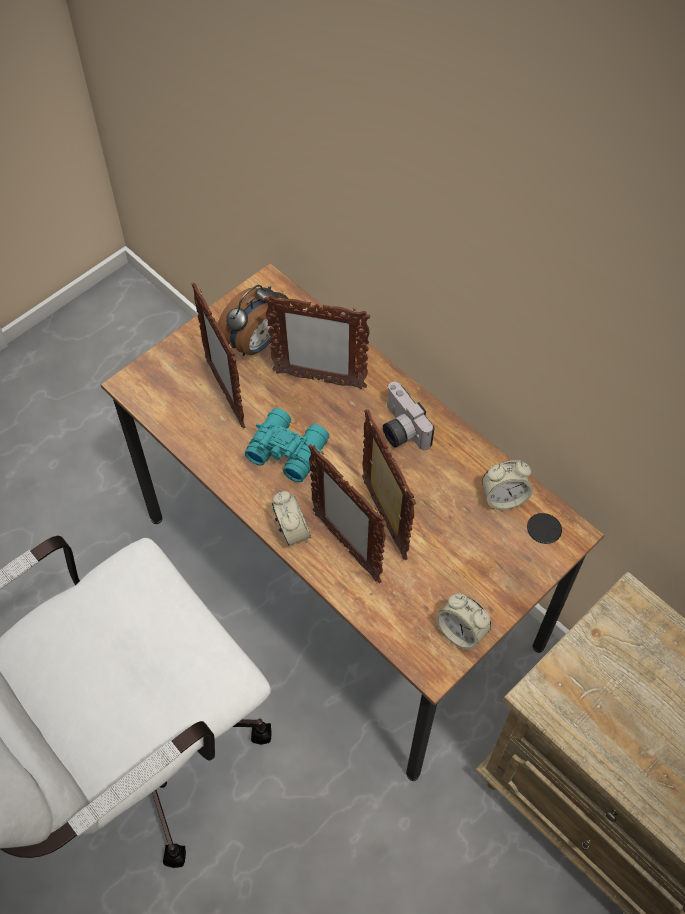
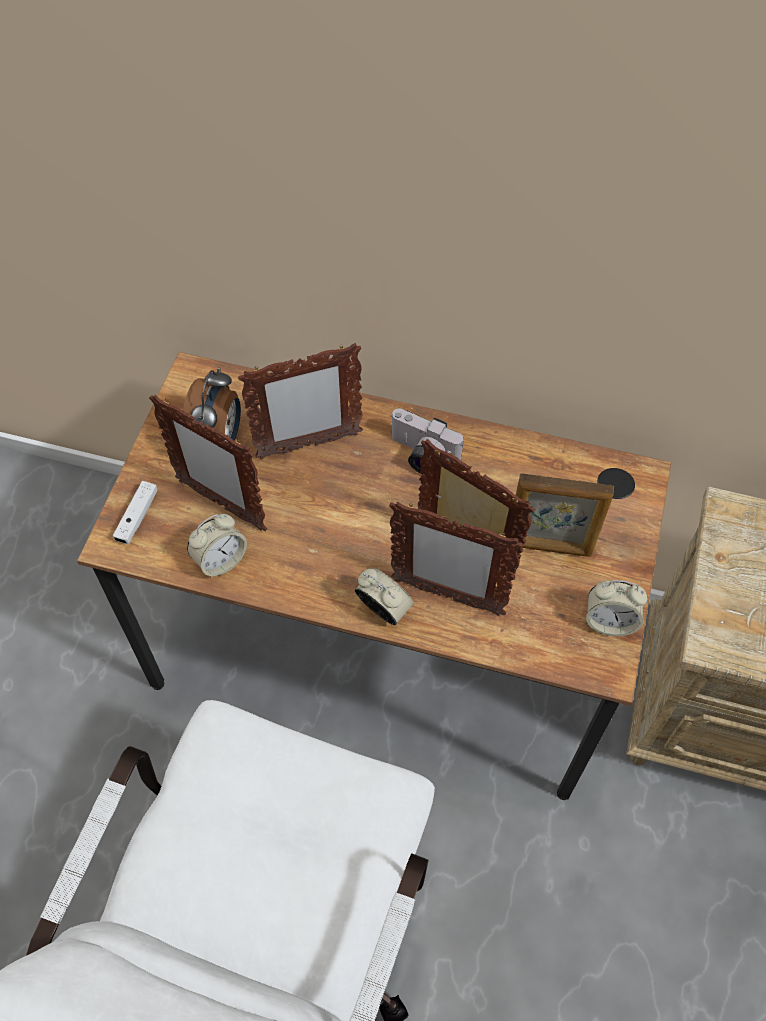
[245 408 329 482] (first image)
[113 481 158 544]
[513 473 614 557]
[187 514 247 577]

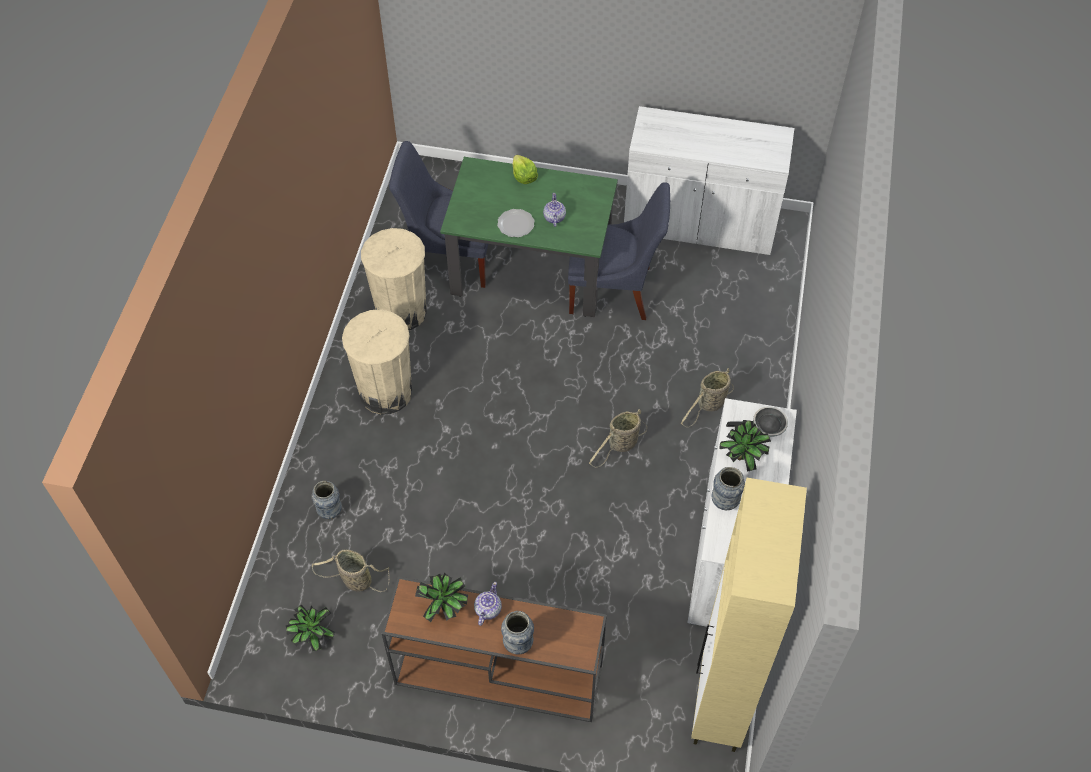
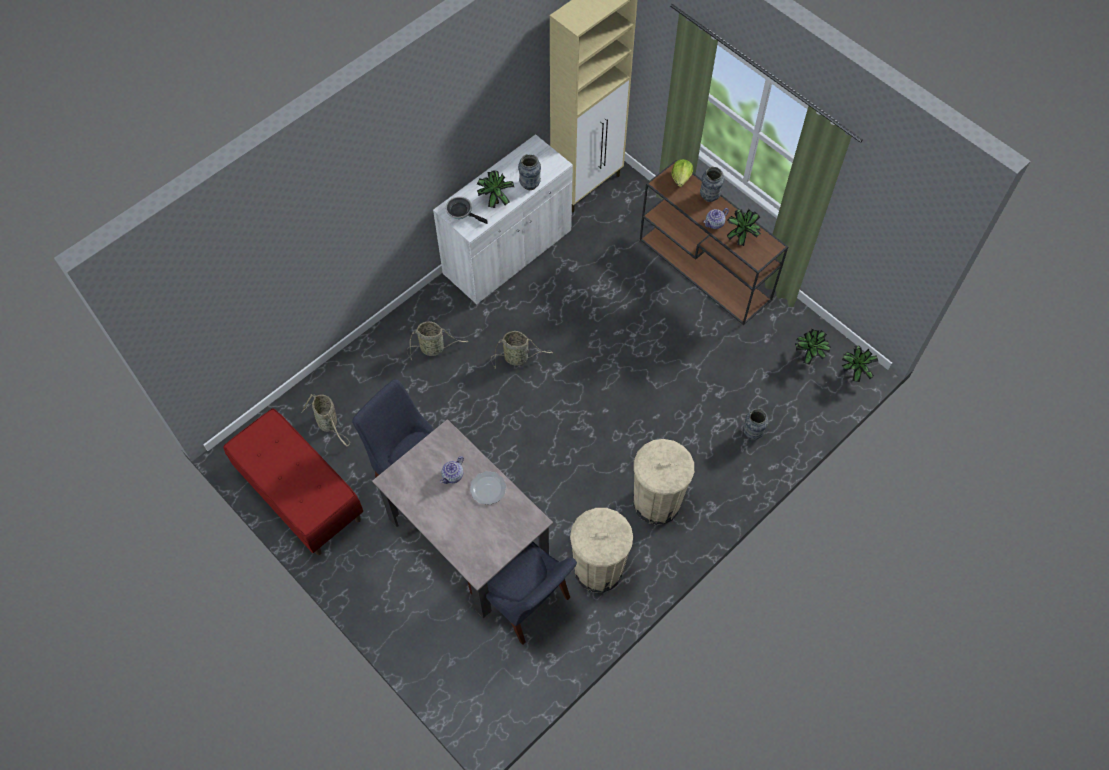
[842 346 879 382]
[301 394 350 446]
[672 159 693 187]
[223 408 363 555]
[372 419 553 618]

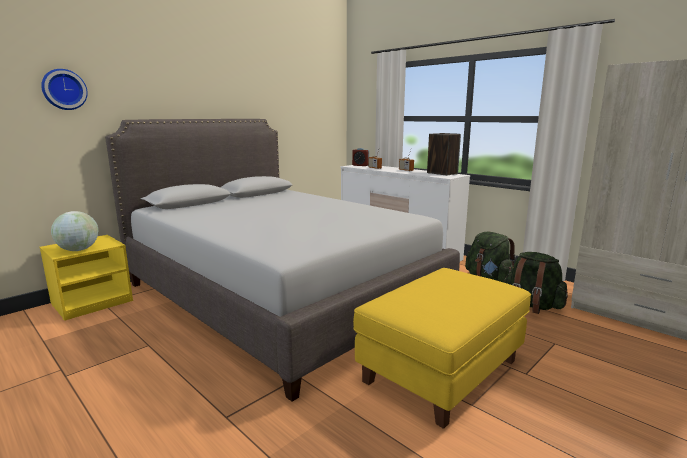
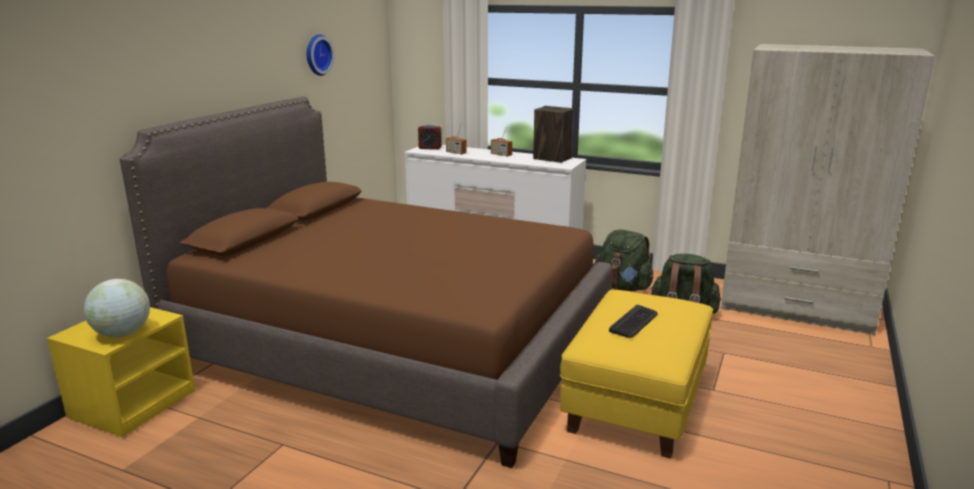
[609 305 658 338]
[307 34 334 76]
[120 96 613 468]

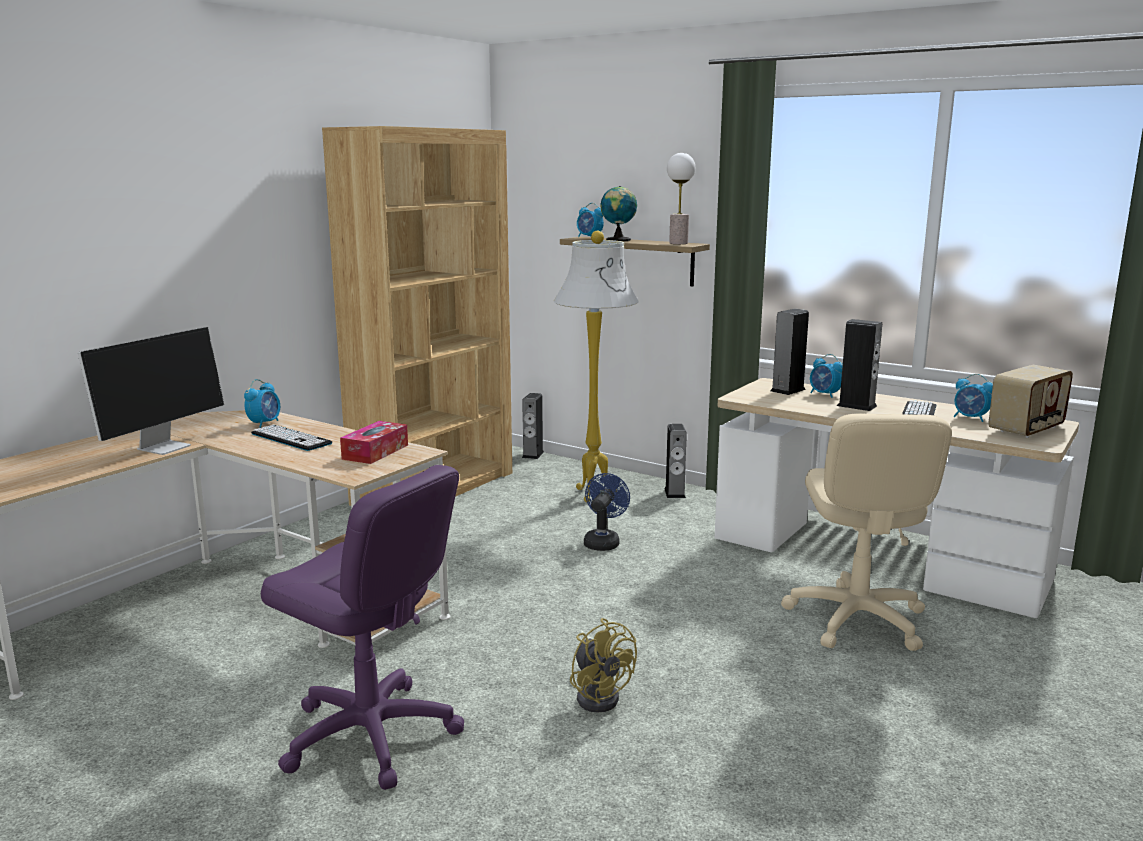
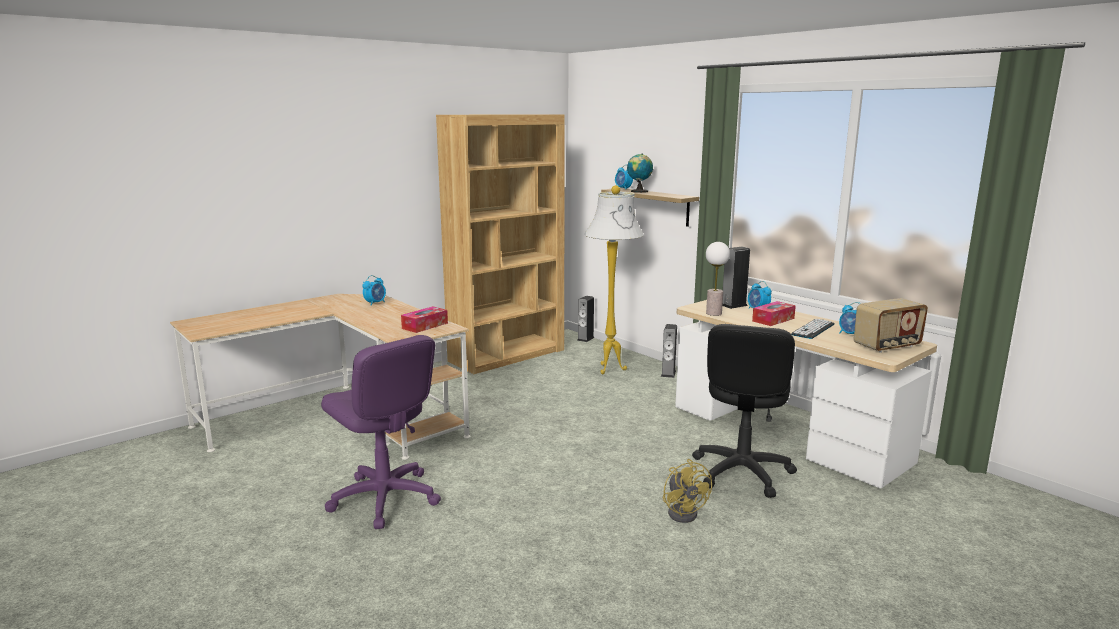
[78 327 224 455] (first image)
[251 425 332 451] (first image)
[584 473 630 551] (first image)
[663 459 712 523]
[706 242 730 316]
[752 301 796 326]
[692 324 797 498]

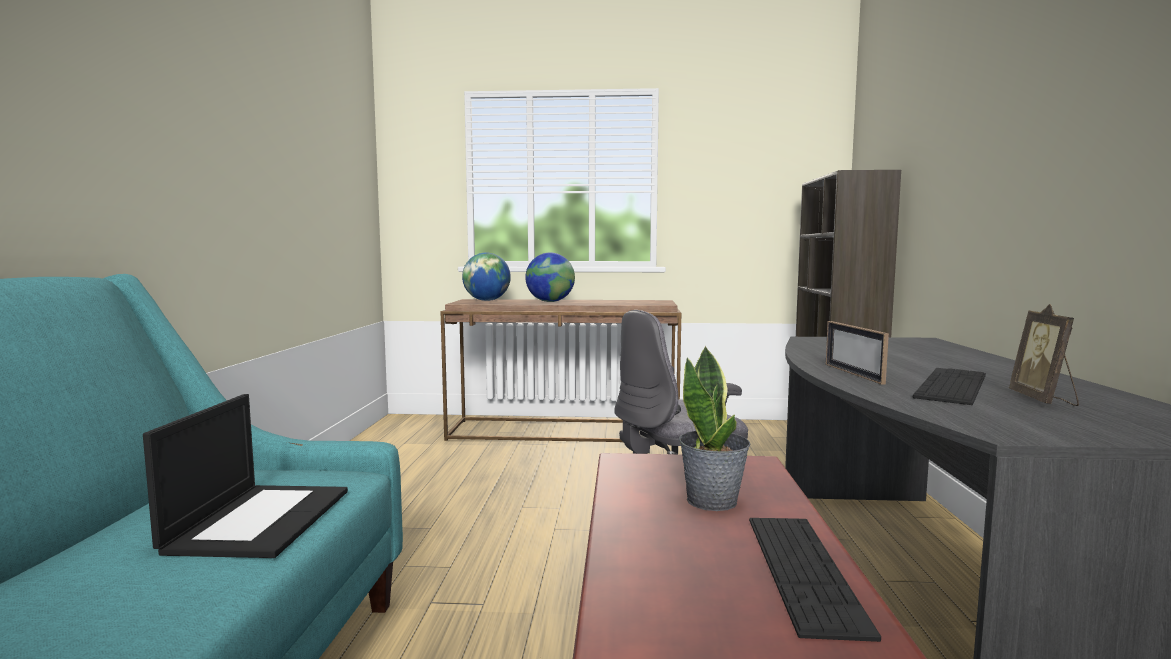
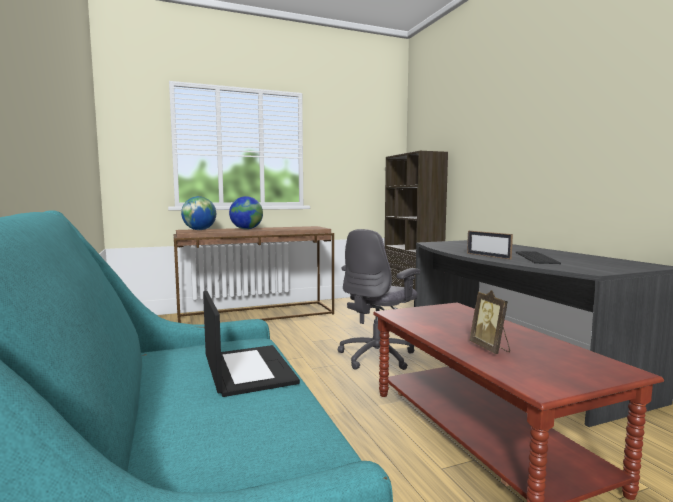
[679 346 751 511] (first image)
[749 518 881 642] (first image)
[470 290 510 354]

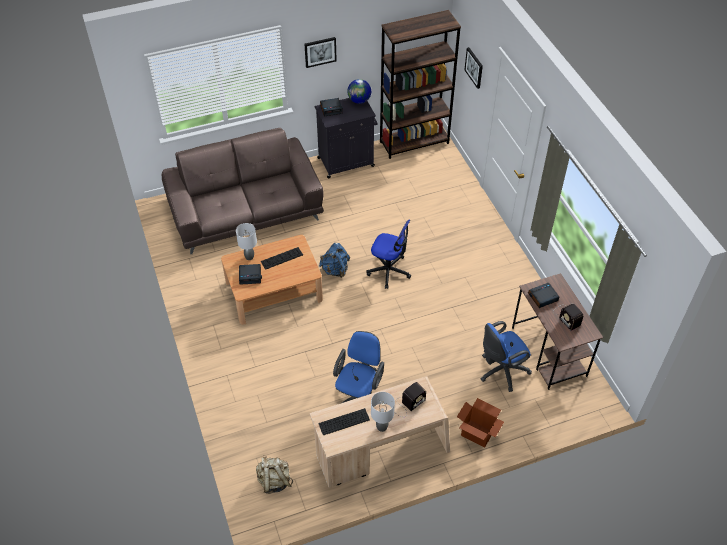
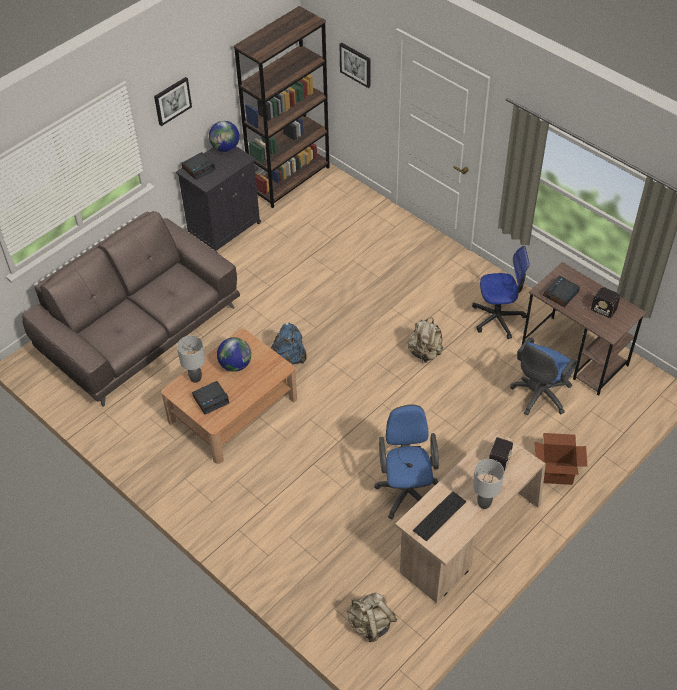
[408 318 443 363]
[472 246 530 339]
[217 337 251 372]

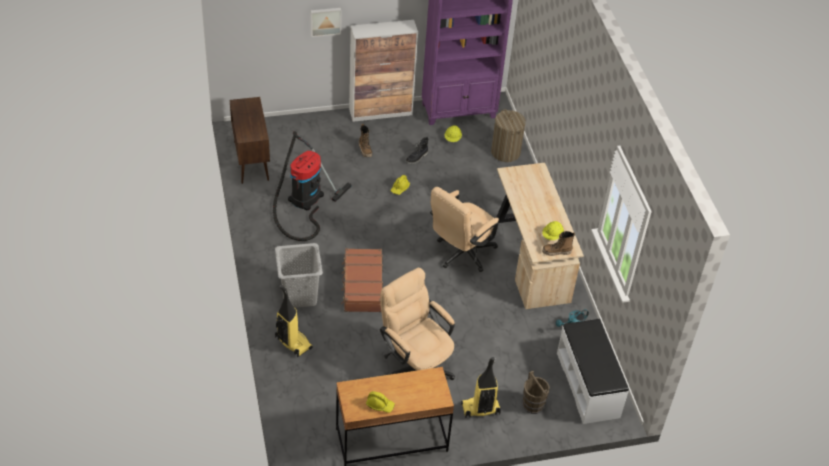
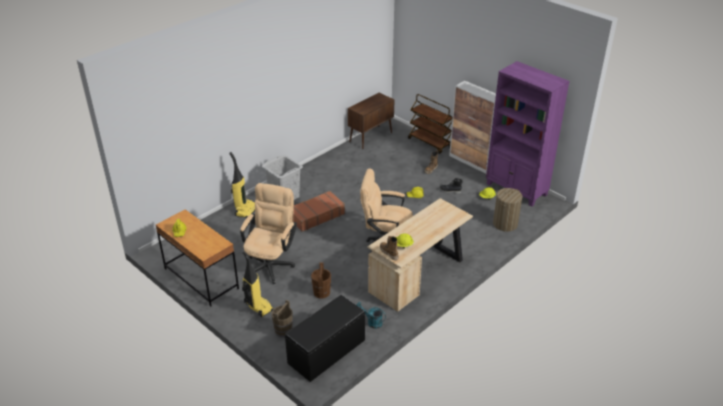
[273 131 352 241] (first image)
[310 8 342 37] (first image)
[311 263 331 299]
[408 94 453 154]
[285 295 365 382]

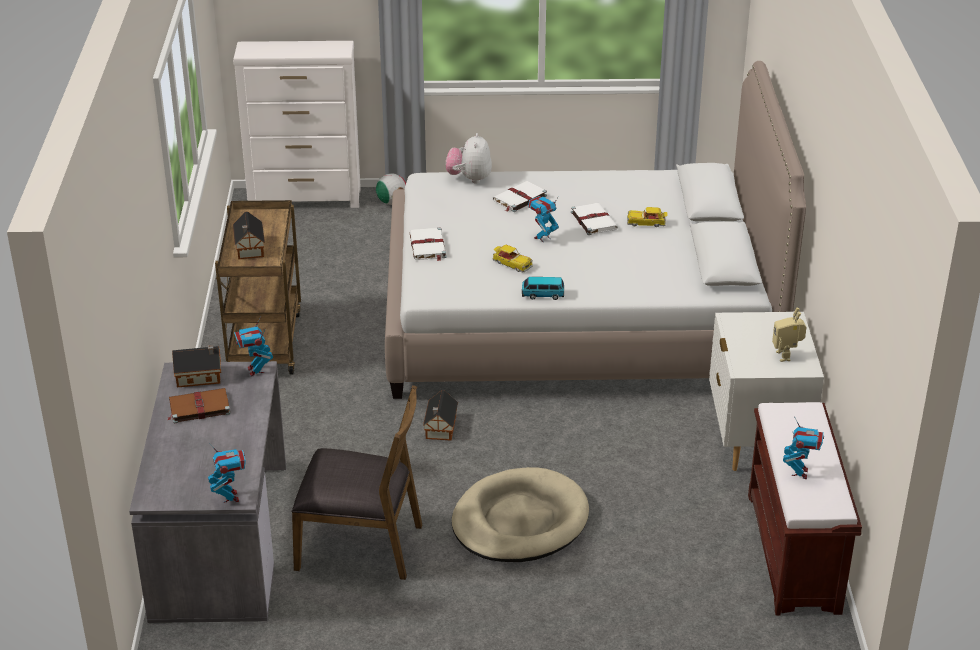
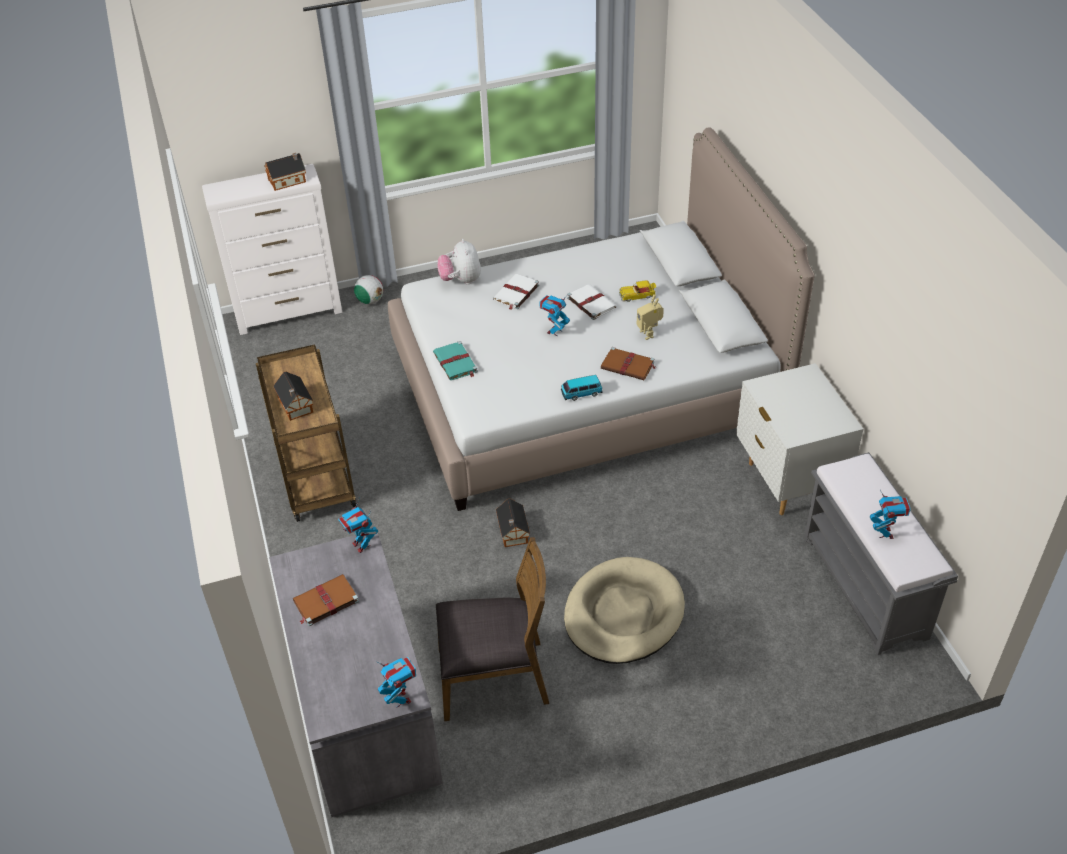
[493 245 533 273] (first image)
[601 347 655 380]
[264 153 306 191]
[637 294 664 340]
[433 341 478 380]
[804 452 958 655]

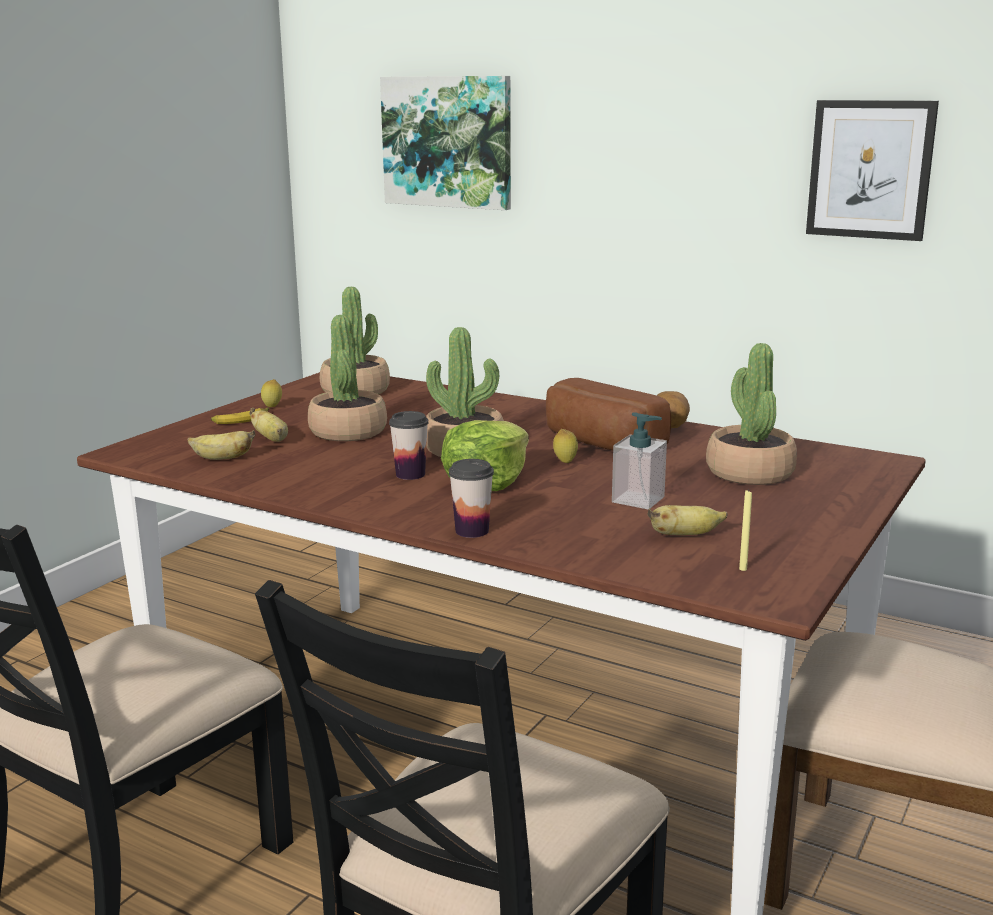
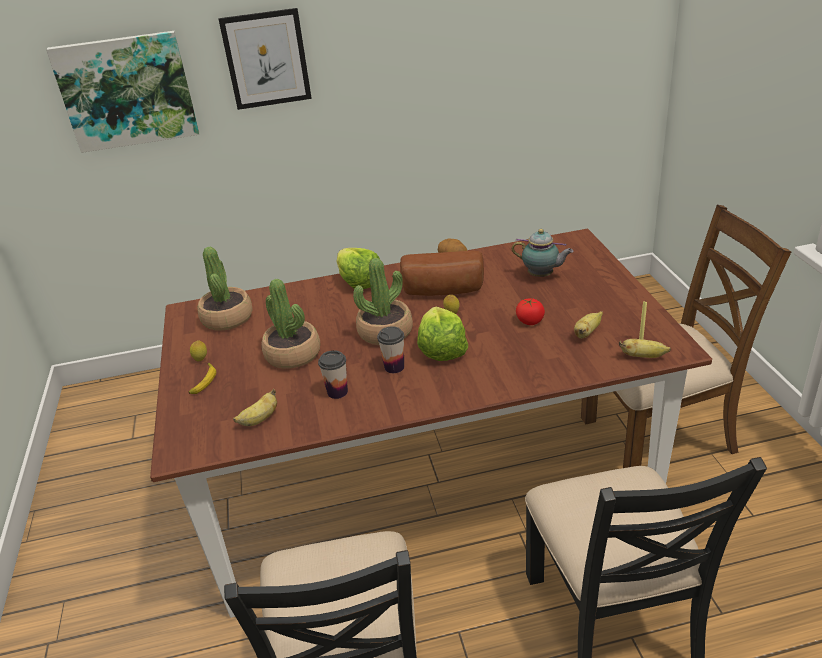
[337 248 380 289]
[619 339 671 358]
[318 350 348 399]
[218 8 312 110]
[516 298 545 325]
[512 229 573 277]

